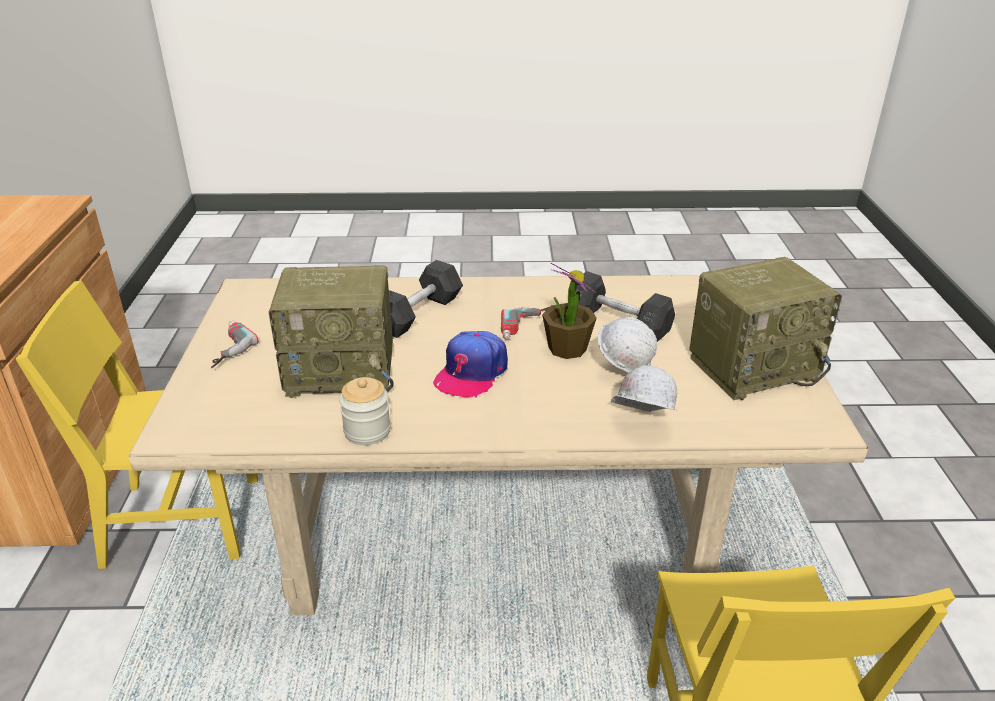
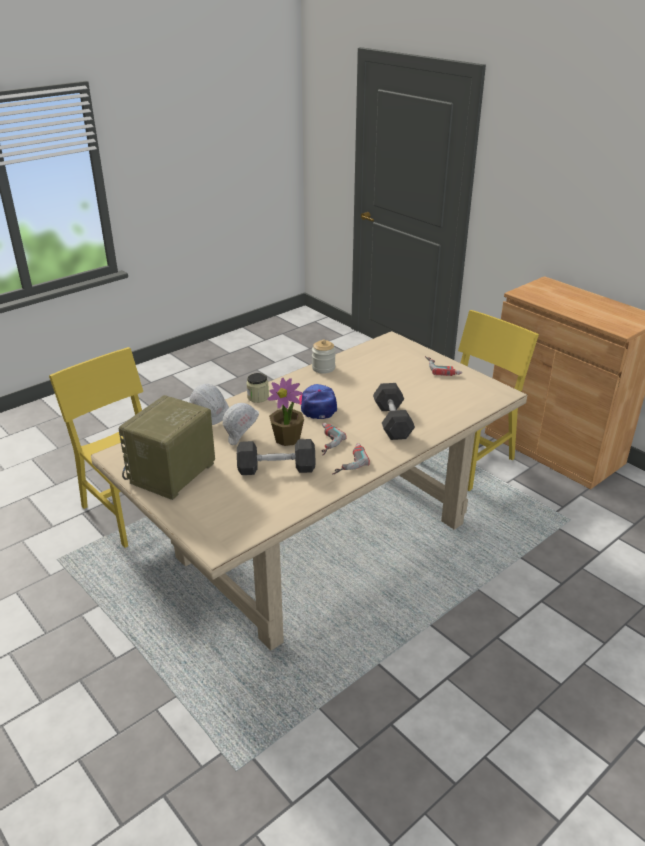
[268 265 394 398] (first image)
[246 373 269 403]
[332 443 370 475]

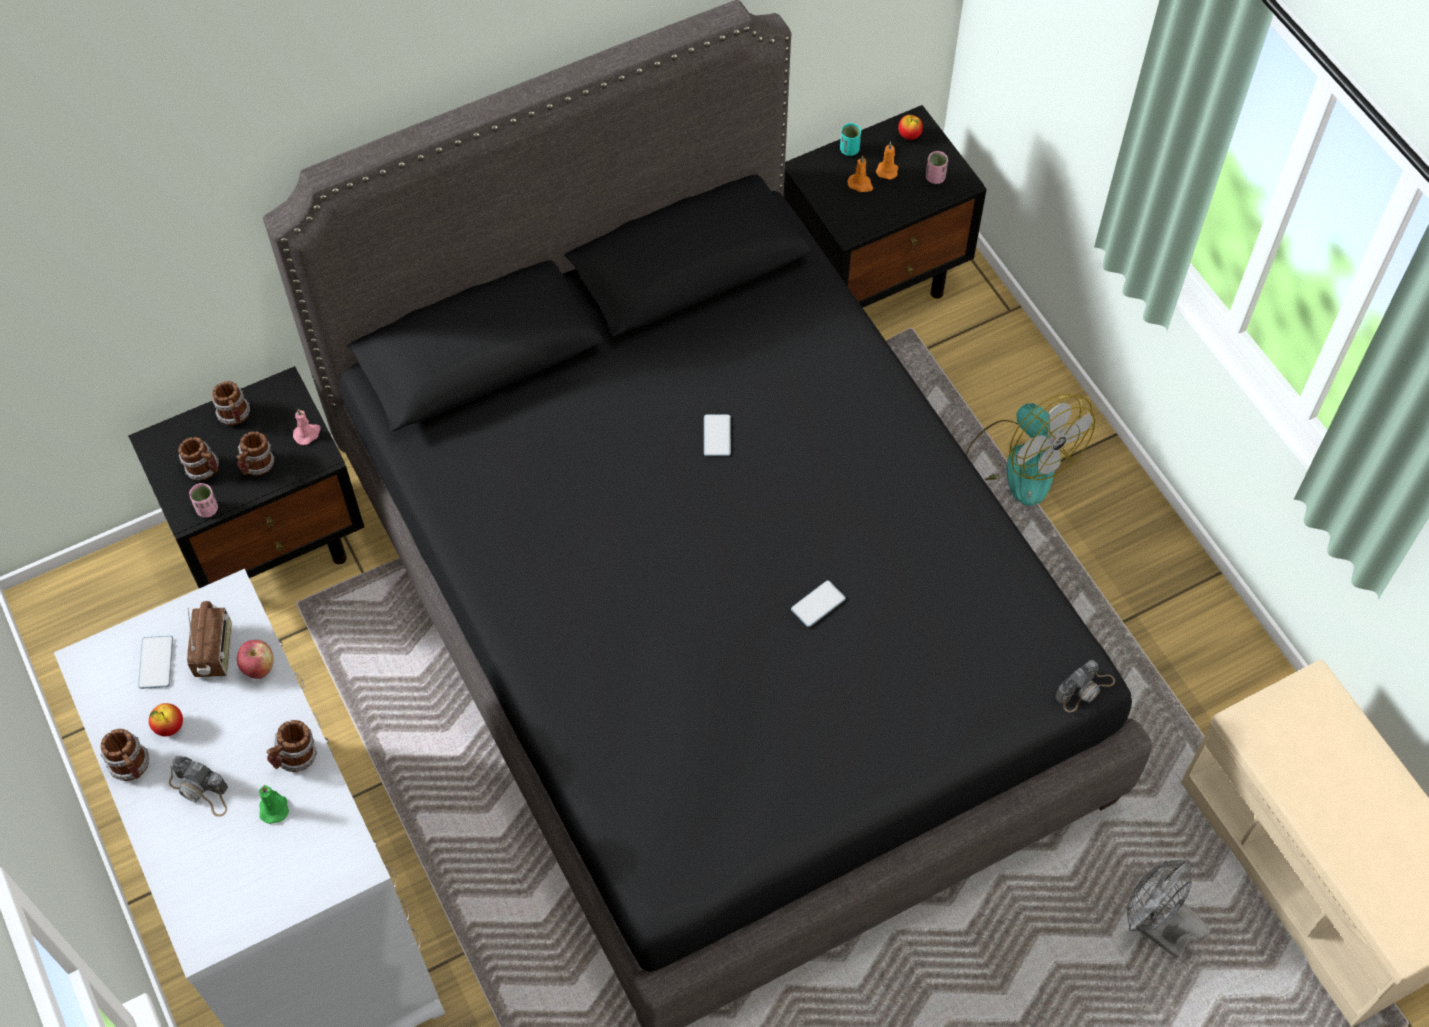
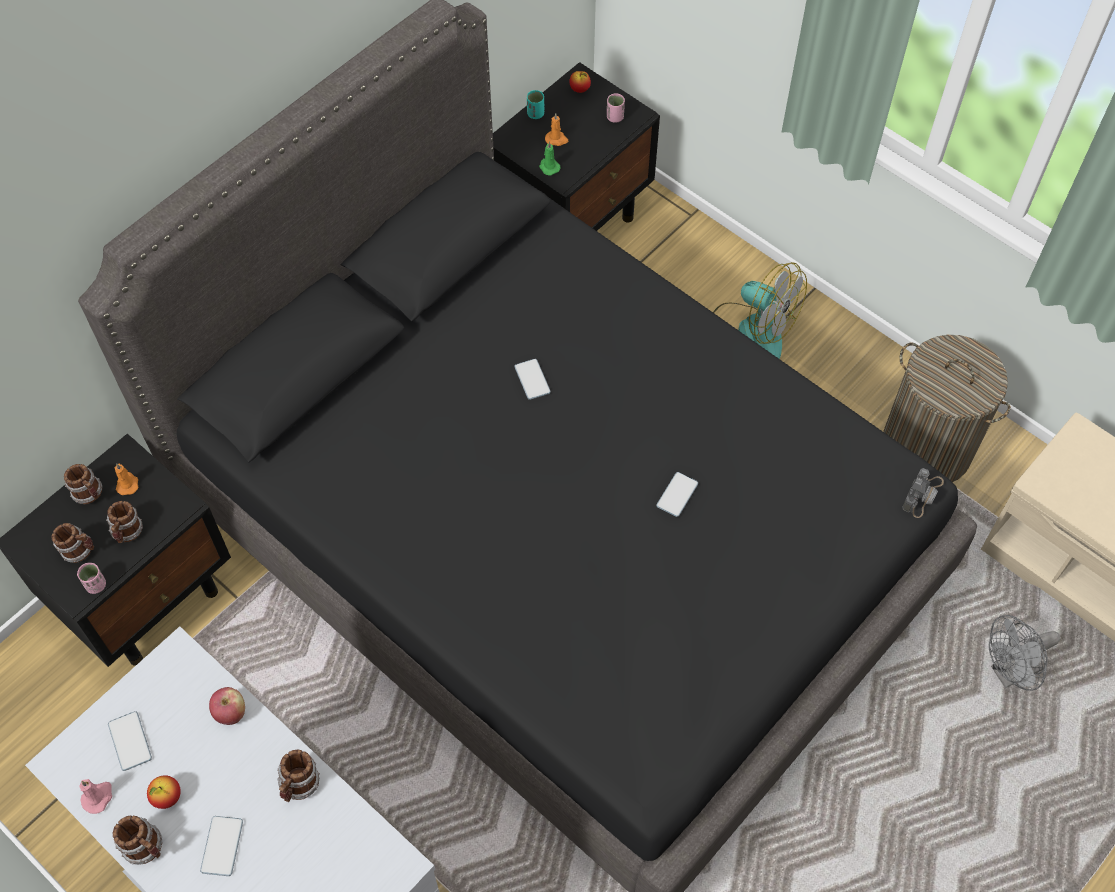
[187 601 232 677] (first image)
[883 335 1011 482]
[539 141 560 175]
[80 779 112 814]
[115 463 138 495]
[200 816 243 876]
[989 615 1060 691]

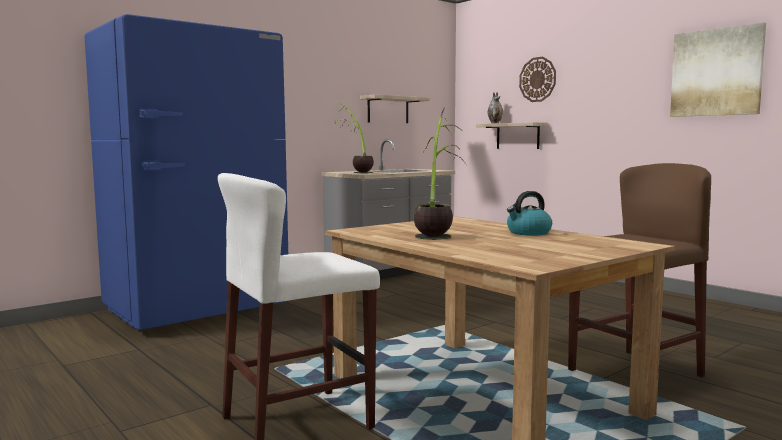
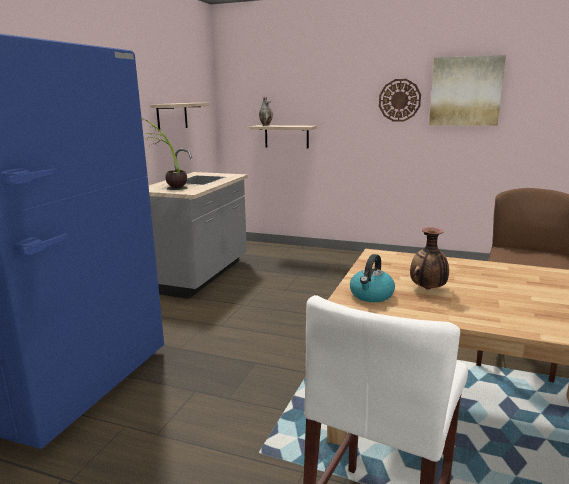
[350 254 395 302]
[379 79 421 122]
[410 227 449 290]

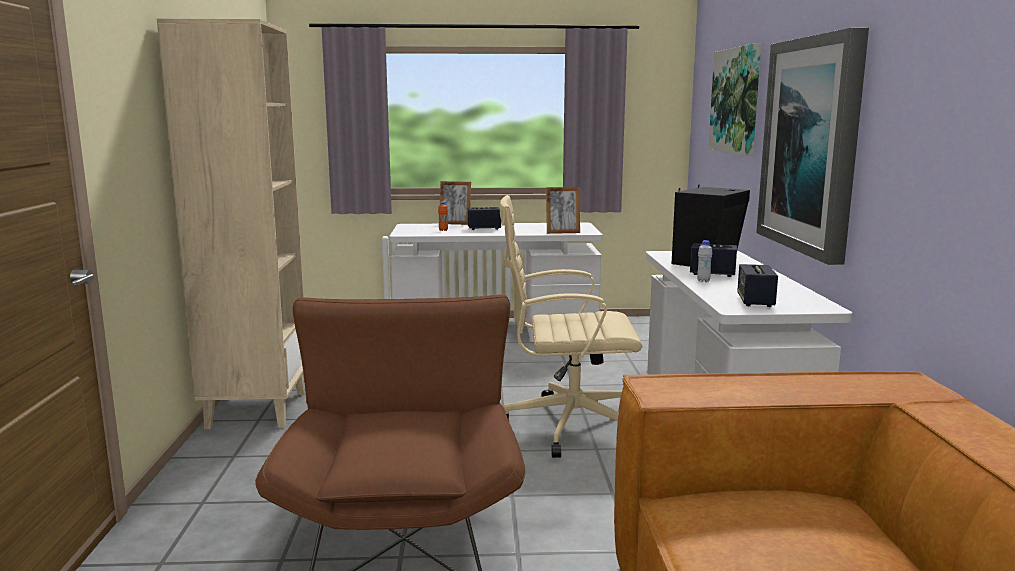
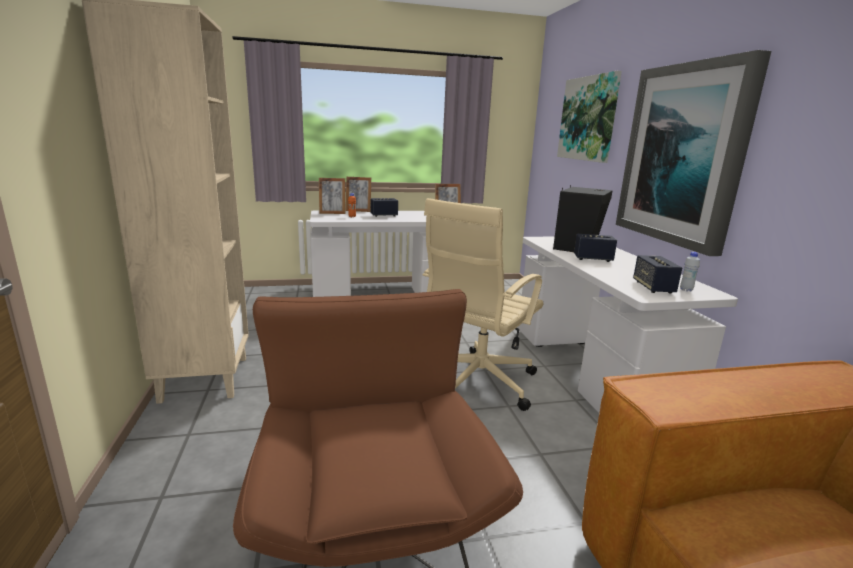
[319 178 345 214]
[680 252 700 291]
[423 198 543 411]

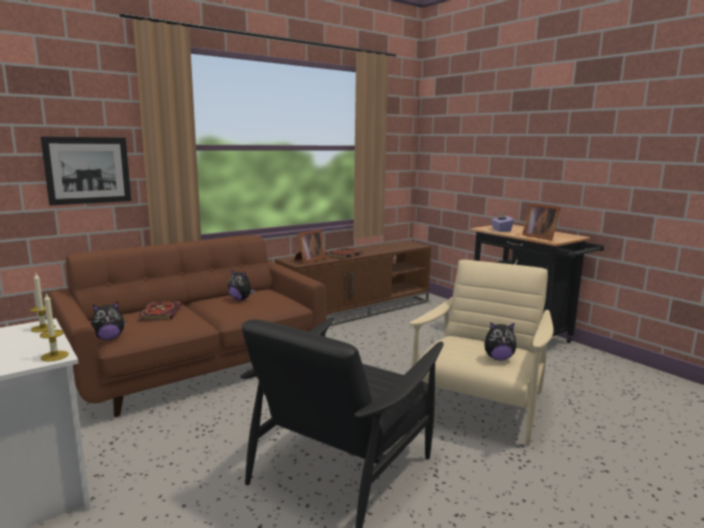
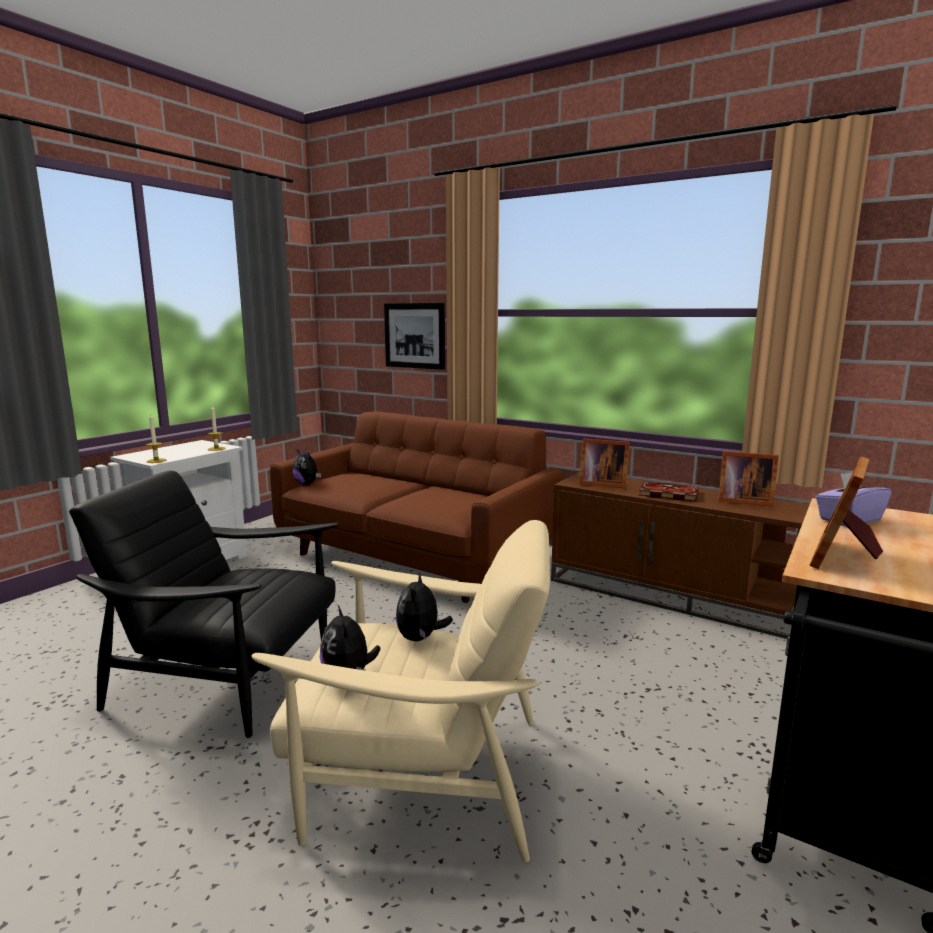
[139 301 182 320] (first image)
[718 451 779 507]
[396 573 453 641]

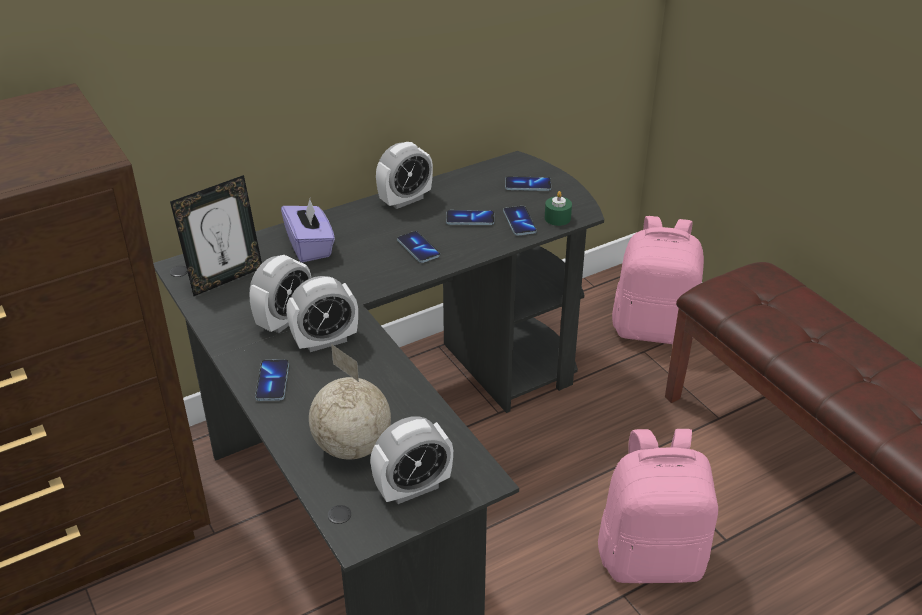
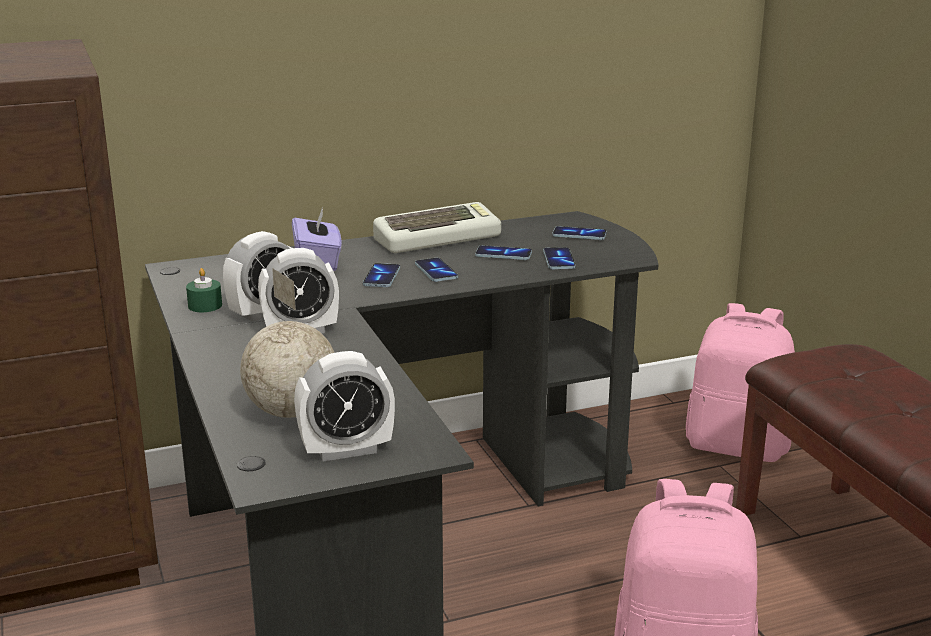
[170 175 262 296] (first image)
[363 263 400 287]
[186 268 222 312]
[373 202 501 253]

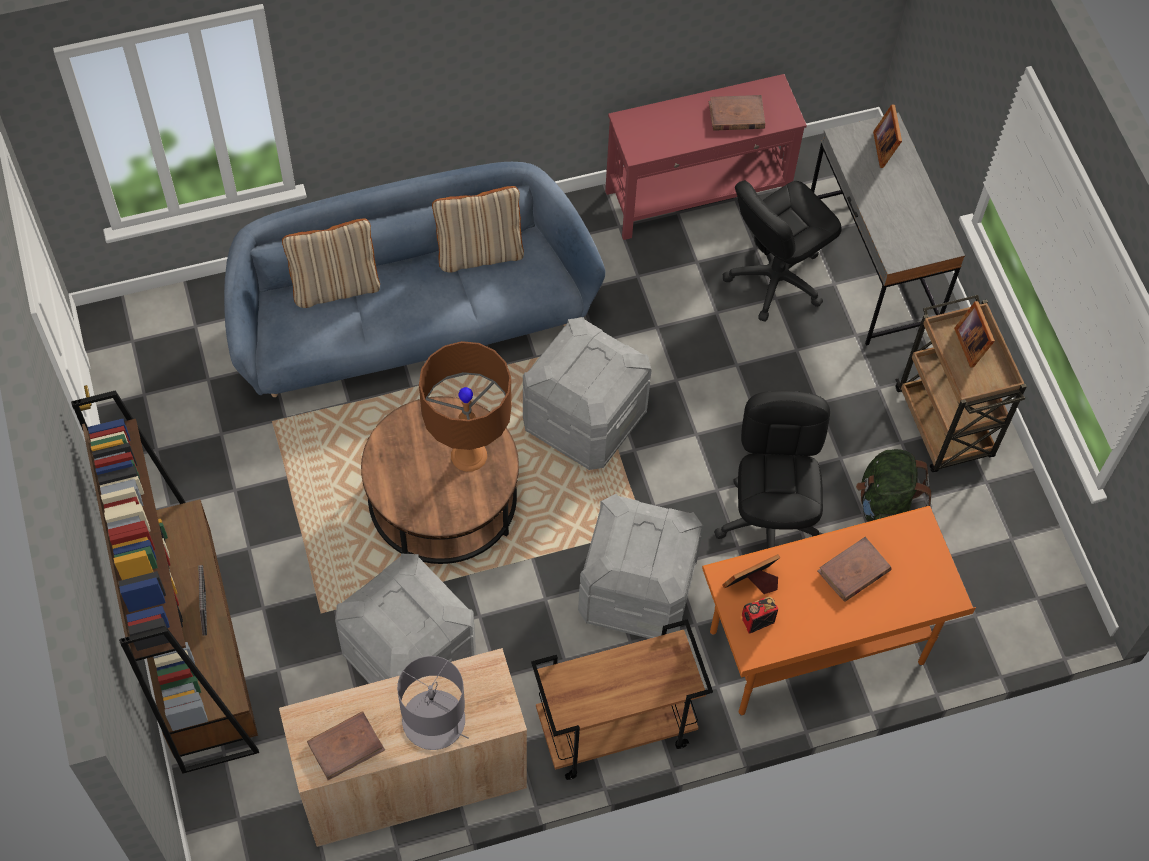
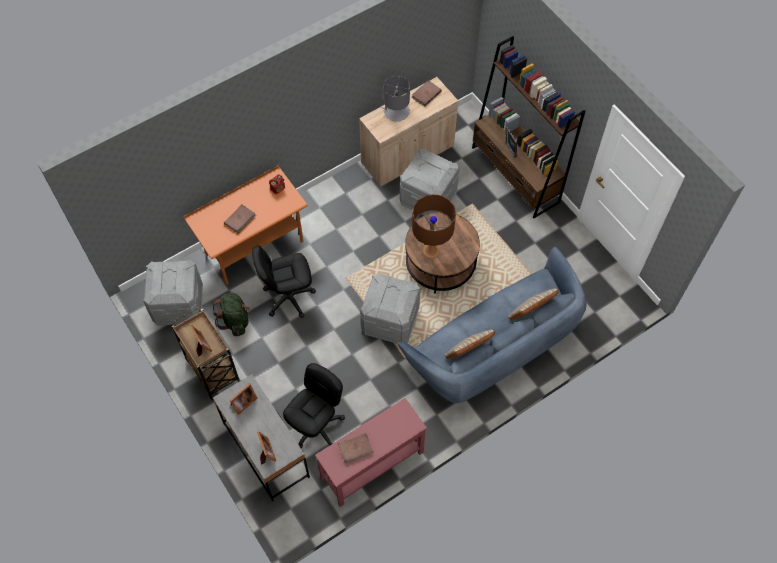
[531 619 713 780] (first image)
[143 260 203 326]
[230 384 257 415]
[252 246 316 318]

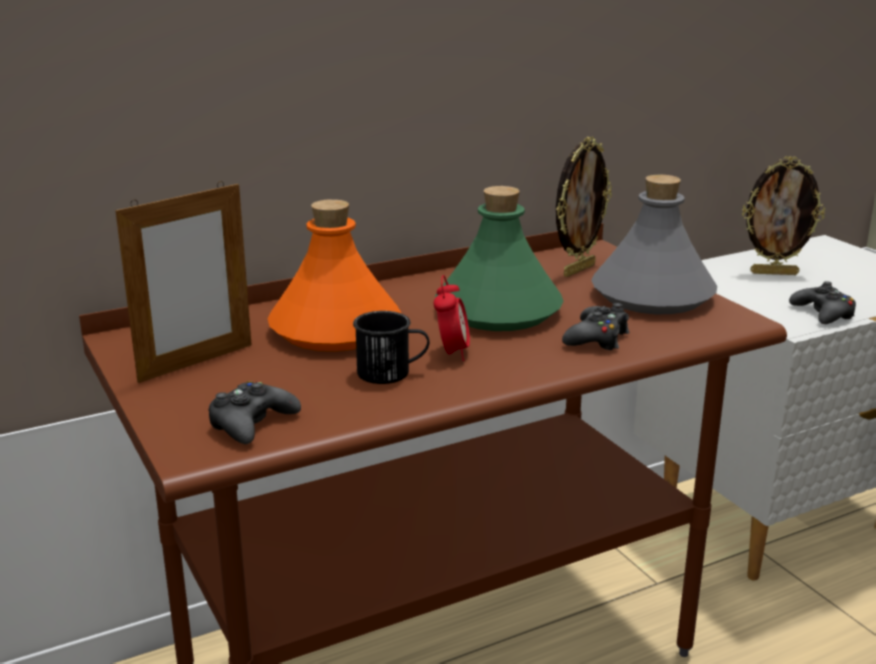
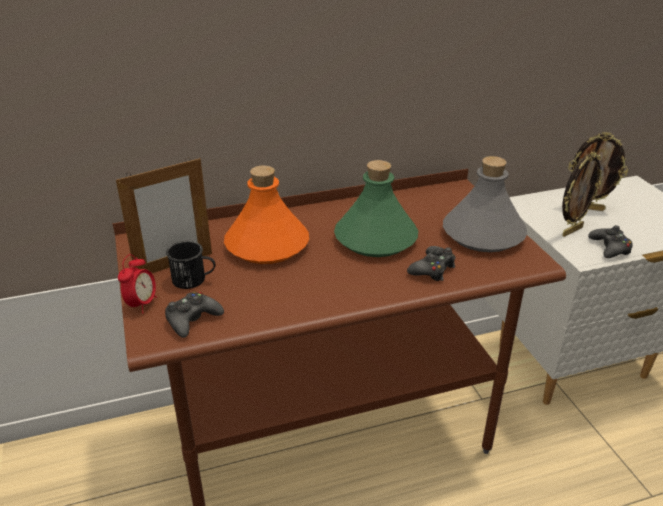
[166 241 215 289]
[118 254 157 314]
[562 152 602 237]

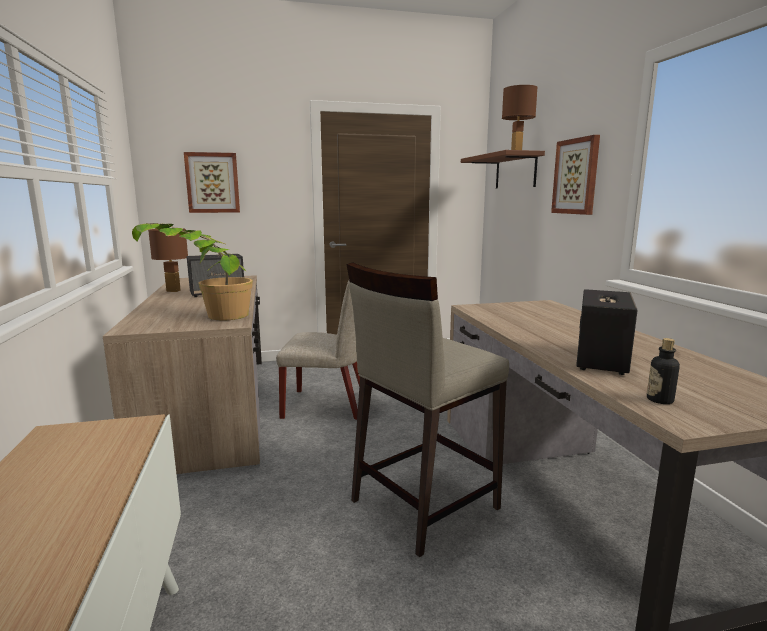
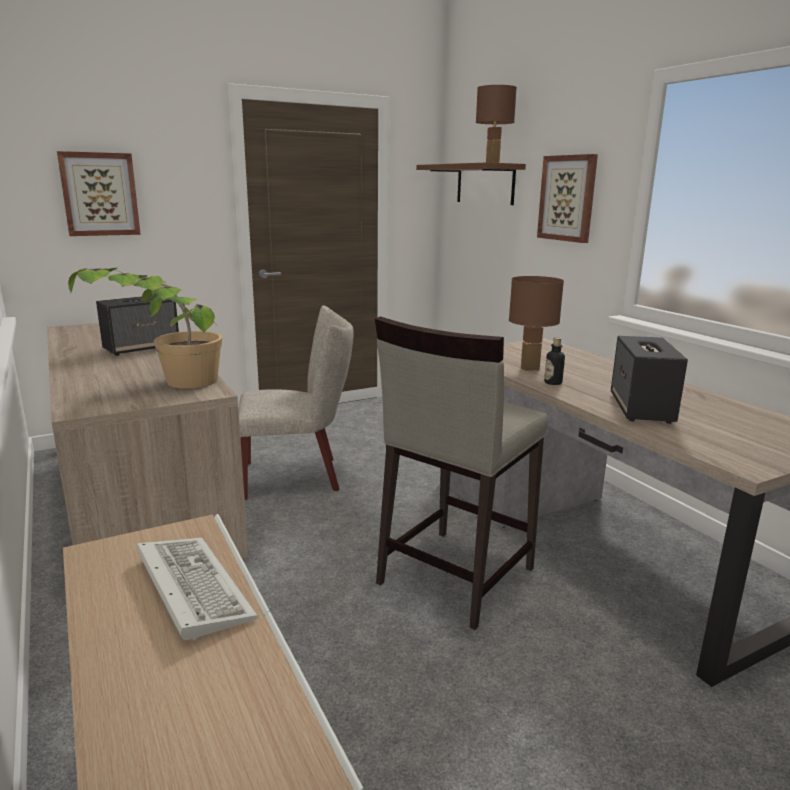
[137 538 258 640]
[509 276 564 371]
[544 337 565 385]

